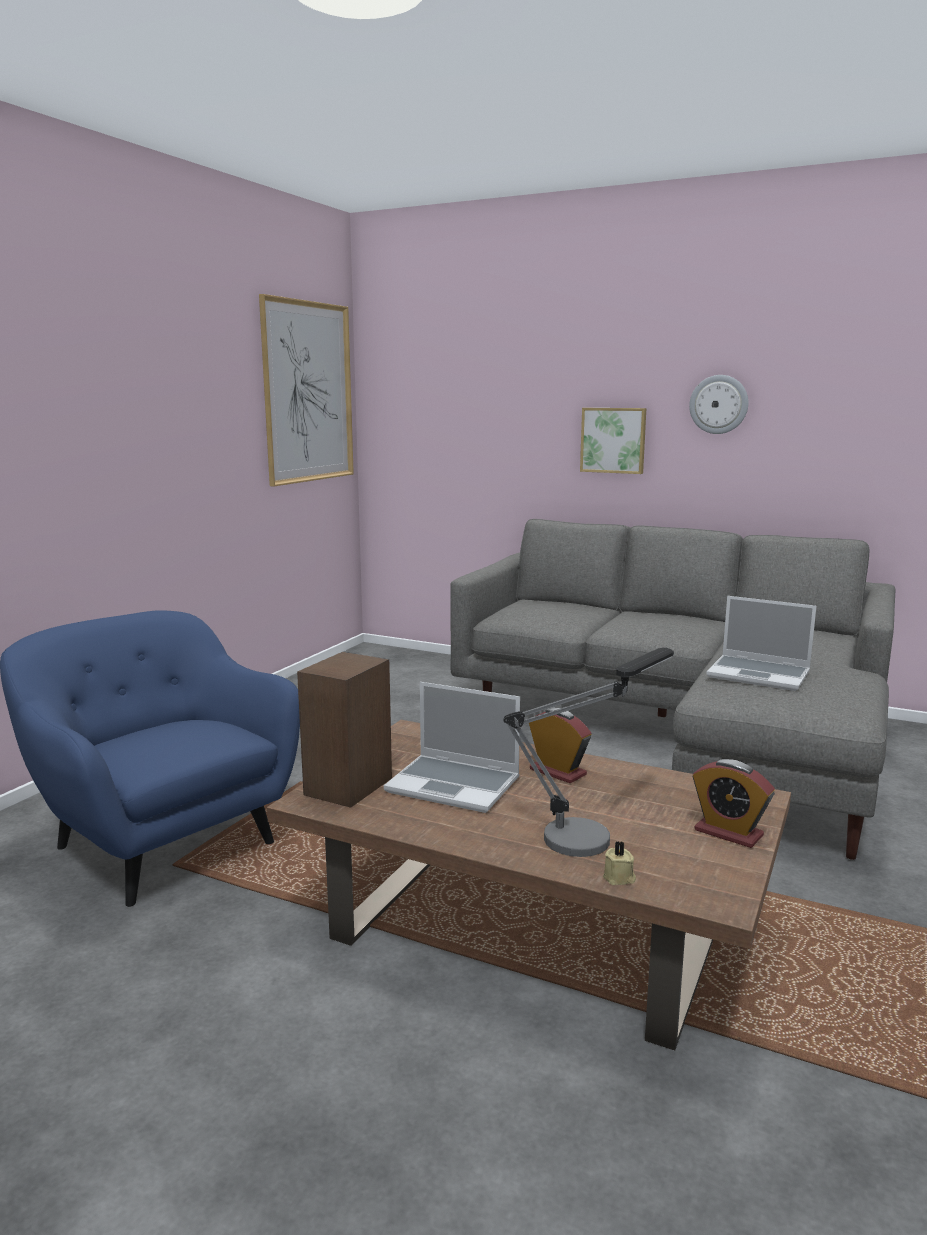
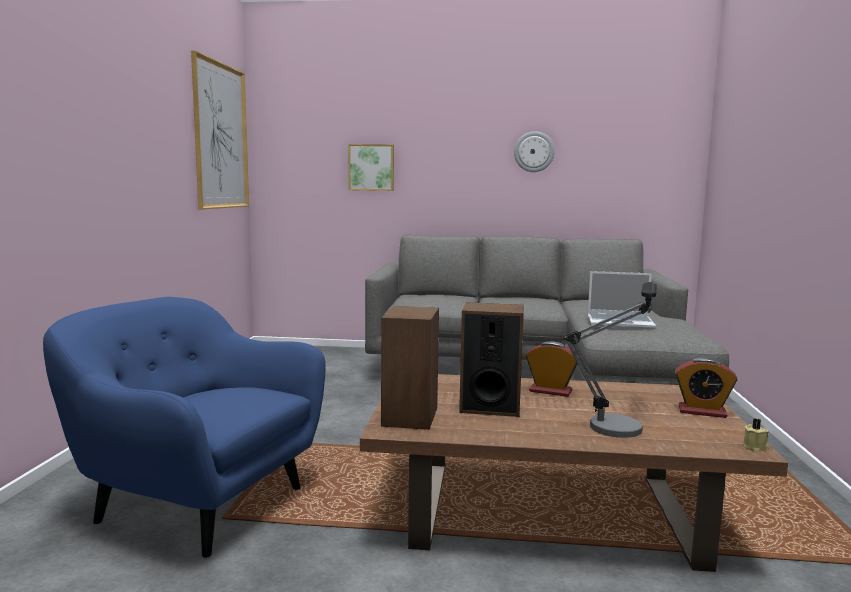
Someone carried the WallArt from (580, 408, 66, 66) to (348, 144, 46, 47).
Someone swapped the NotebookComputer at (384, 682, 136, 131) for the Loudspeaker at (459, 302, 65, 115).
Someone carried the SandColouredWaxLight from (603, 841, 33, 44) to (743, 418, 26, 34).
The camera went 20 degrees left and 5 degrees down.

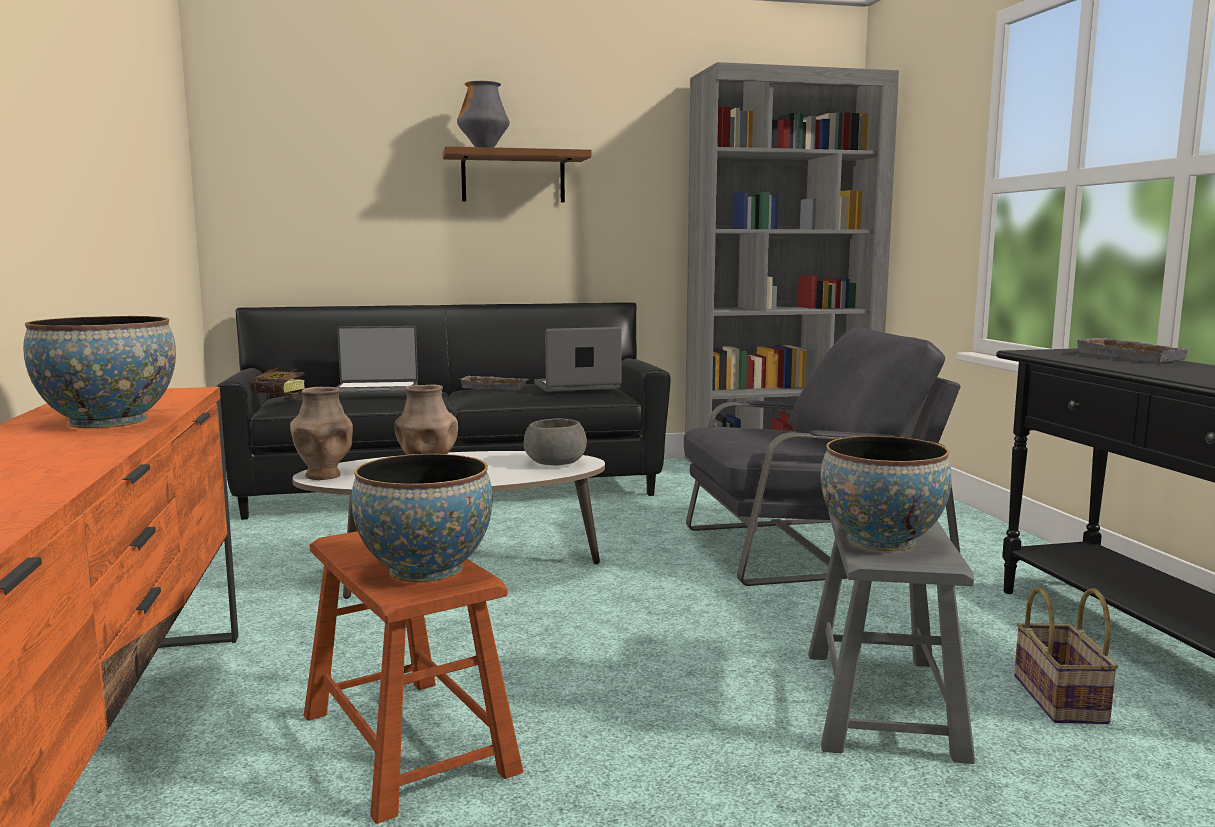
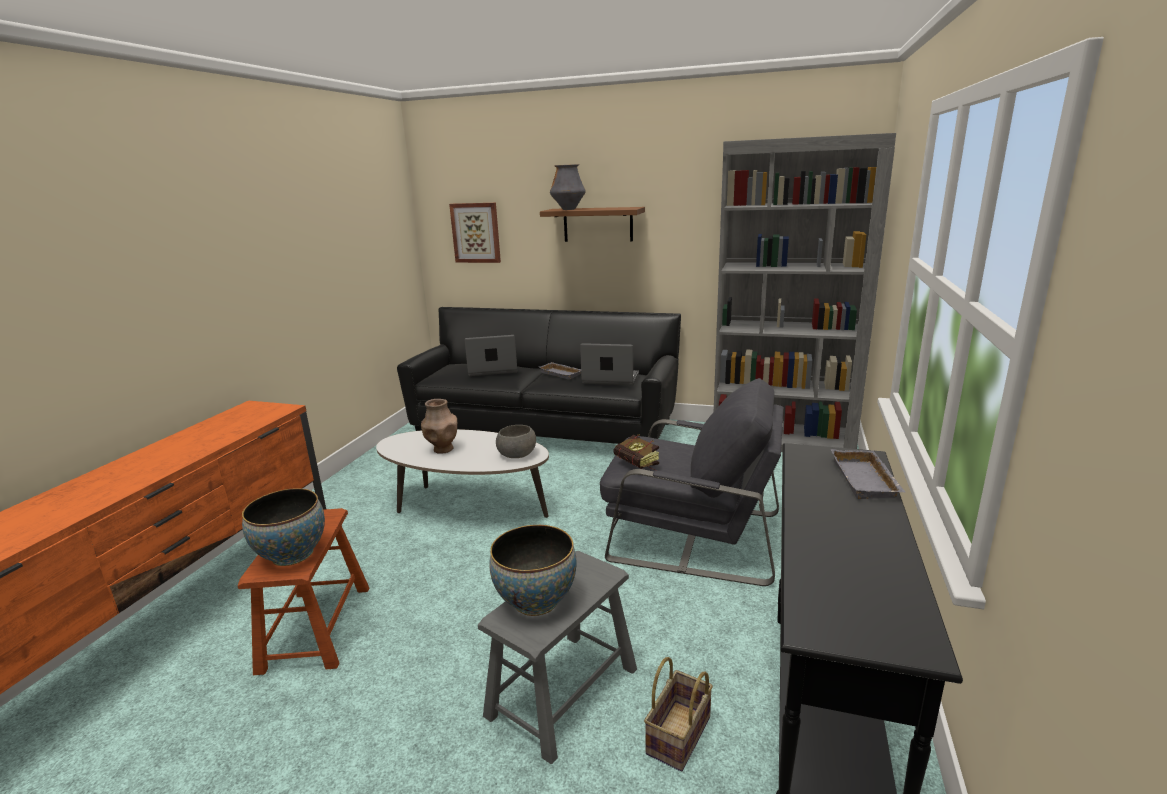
Someone put up the WallArt at (449, 203, 52, 60).
Someone rotated the NotebookComputer at (337, 326, 81, 71) by 150 degrees clockwise.
Someone carried the BoundBook from (249, 368, 56, 32) to (614, 434, 45, 36).
Someone took away the Bowl at (23, 316, 153, 112).
Someone took away the BrownFlowerVase at (290, 387, 63, 93).
The camera went 30 degrees right and 10 degrees up.

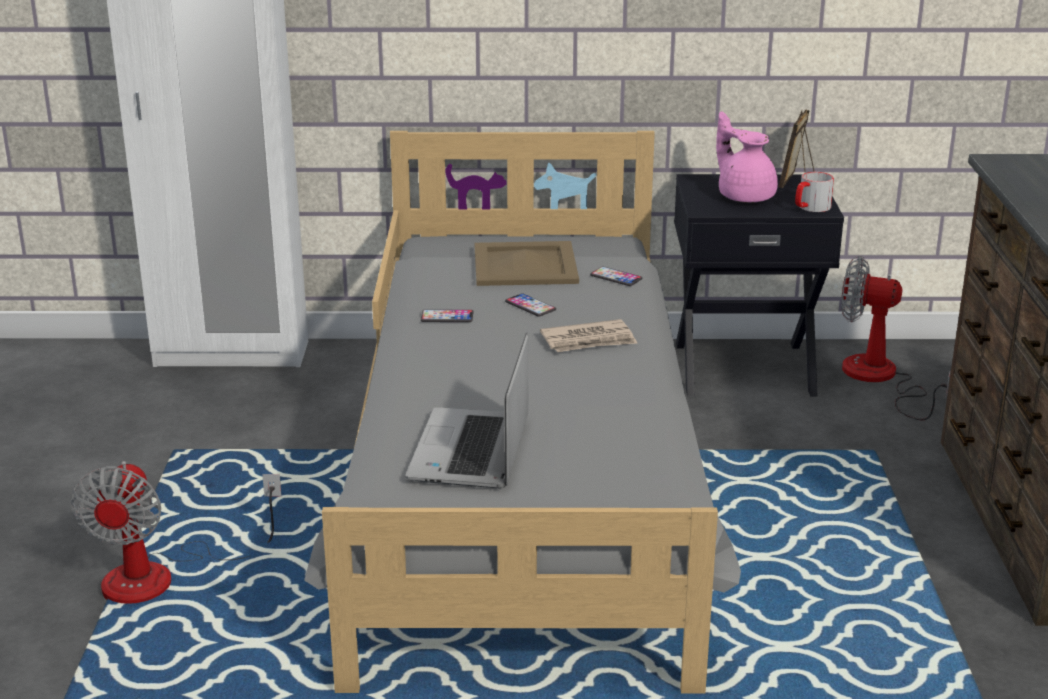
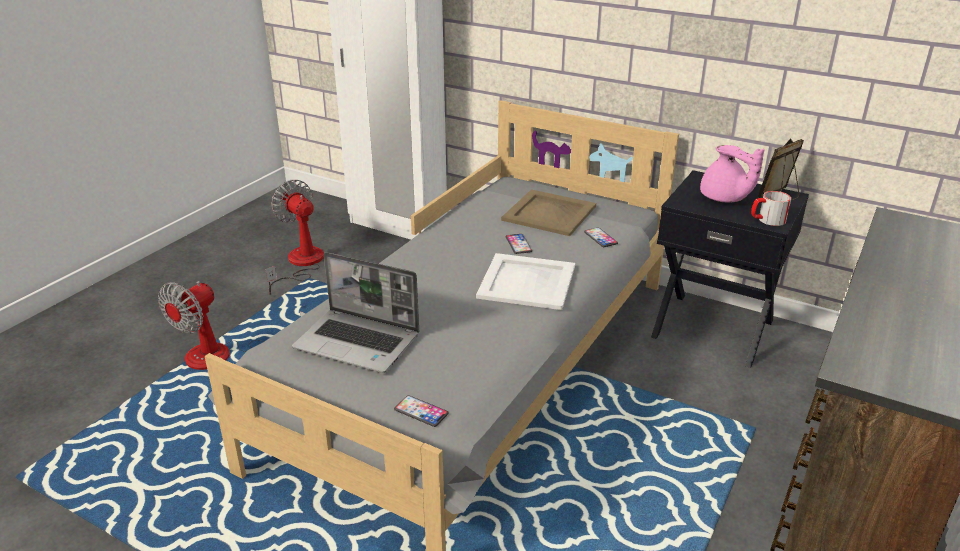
Someone carried the CoolingFan from (841, 256, 109, 164) to (265, 180, 59, 115).
Someone rotated the NotebookComputer at (406, 333, 122, 155) by 105 degrees counterclockwise.
Someone carried the Telephone from (421, 309, 52, 13) to (394, 395, 55, 32).
Someone swapped the PrintedPaper at (540, 319, 97, 33) for the WhiteCarryingTray at (476, 253, 99, 57).
Someone rotated the PinkishTeaPot at (716, 112, 62, 91) by 150 degrees clockwise.
The camera went 30 degrees right and 5 degrees up.

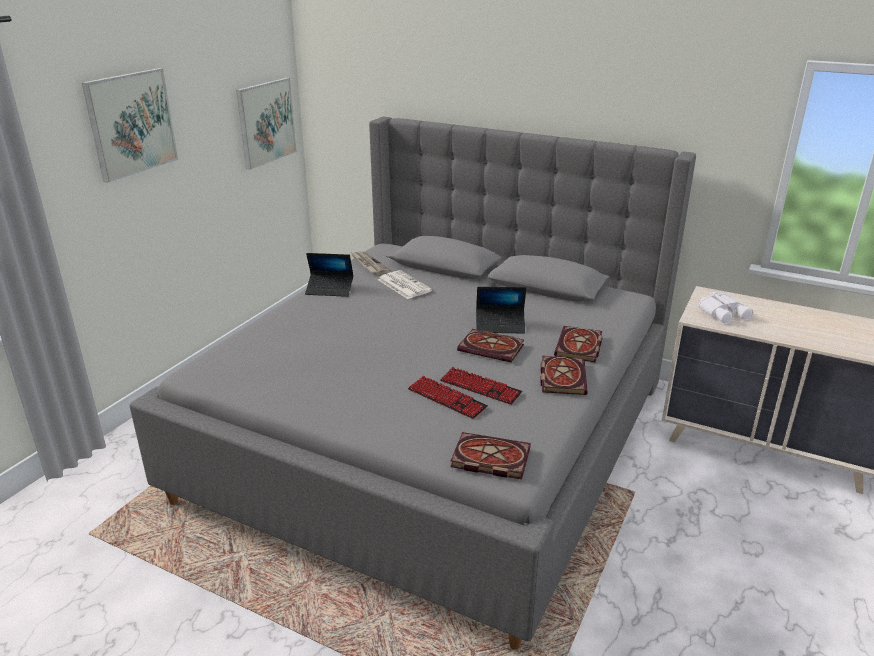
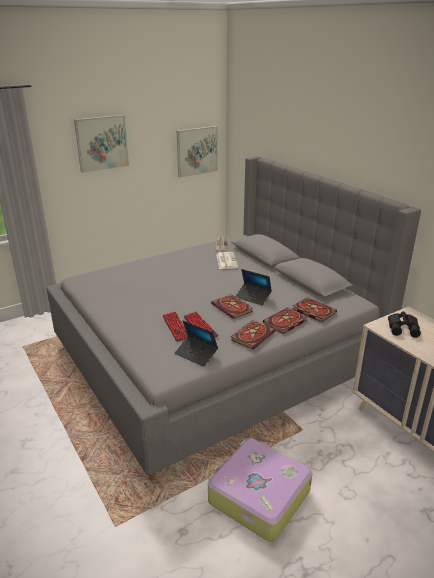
Someone carried the NotebookComputer from (305, 253, 48, 44) to (175, 321, 43, 46).
Someone put down the PieceOfLuggage at (208, 438, 104, 104).
Someone carried the BoundBook from (450, 432, 81, 47) to (292, 297, 45, 25).
Someone repainted the WhiteFieldGlasses at (698, 292, 55, 32), which became the BlackColouredFieldGlasses at (388, 311, 33, 27).
The camera went 30 degrees right and 0 degrees up.

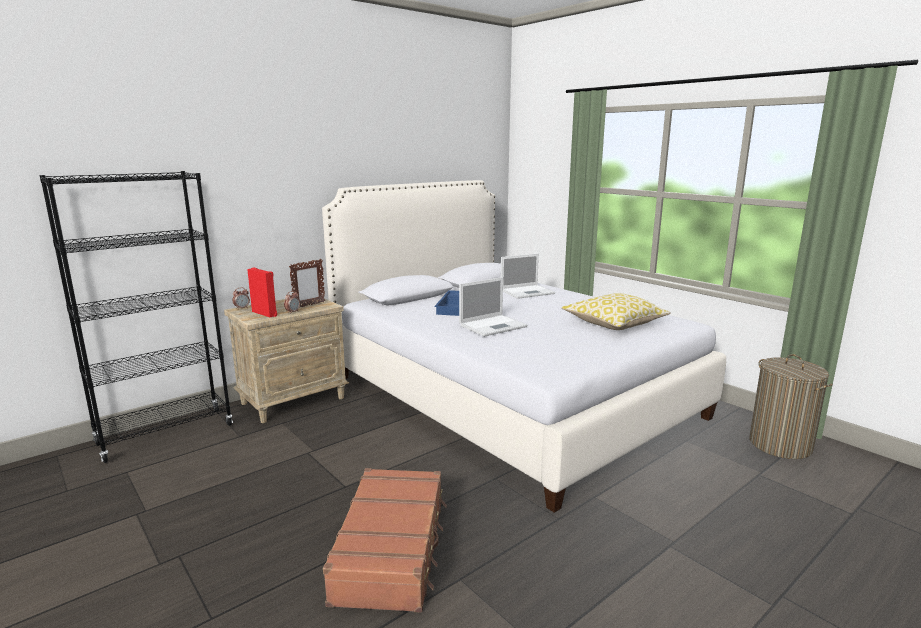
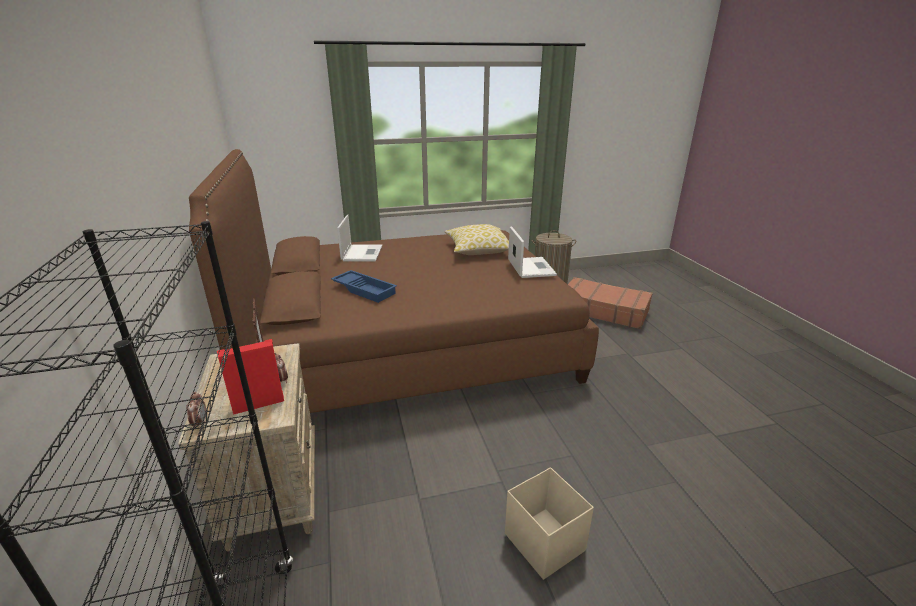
Someone repainted the WhiteBed at (322, 180, 404, 333), which became the BrownBed at (189, 149, 410, 264).
Someone put down the SandColouredStorageBox at (505, 467, 89, 113).
Someone carried the NotebookComputer from (459, 277, 68, 60) to (508, 226, 49, 52).
Someone carried the BrownPieceOfLuggage from (323, 468, 124, 144) to (568, 277, 85, 52).
The camera went 65 degrees left and 10 degrees up.

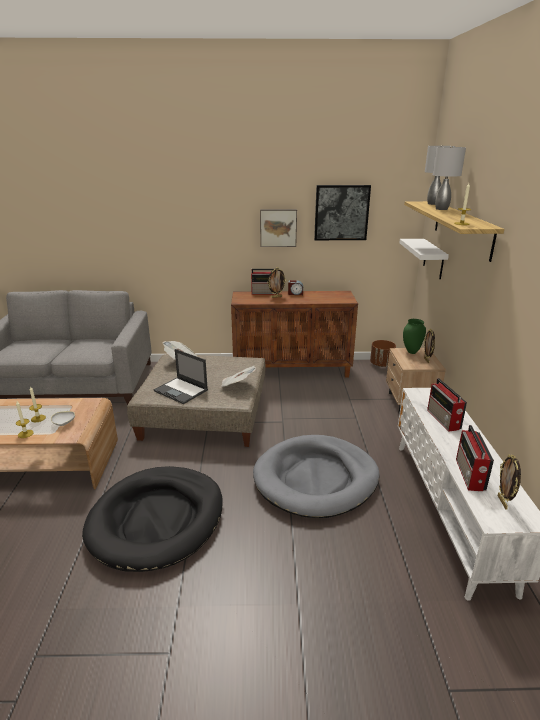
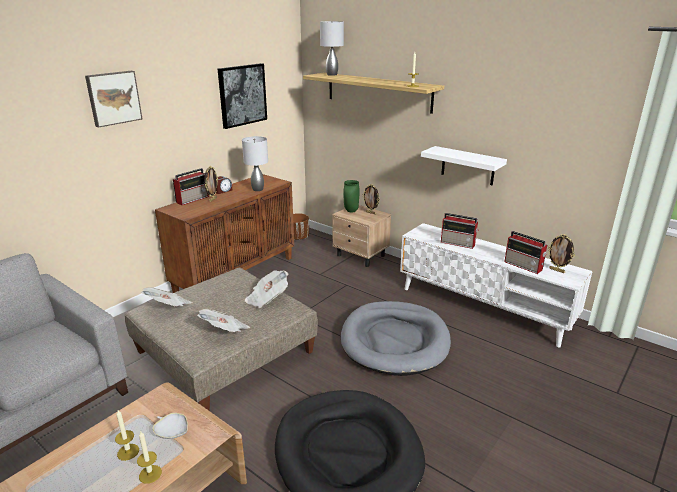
Someone carried the WallArt from (260, 209, 37, 38) to (85, 71, 57, 57).
Someone swapped the NotebookComputer at (154, 349, 54, 55) for the PrintedPaper at (197, 309, 53, 23).
Someone carried the GrayTabletopLamp from (433, 146, 33, 64) to (242, 136, 26, 55).
Someone carried the WhiteBracketShelf from (399, 239, 50, 40) to (421, 146, 86, 39).
The camera went 50 degrees left and 0 degrees up.

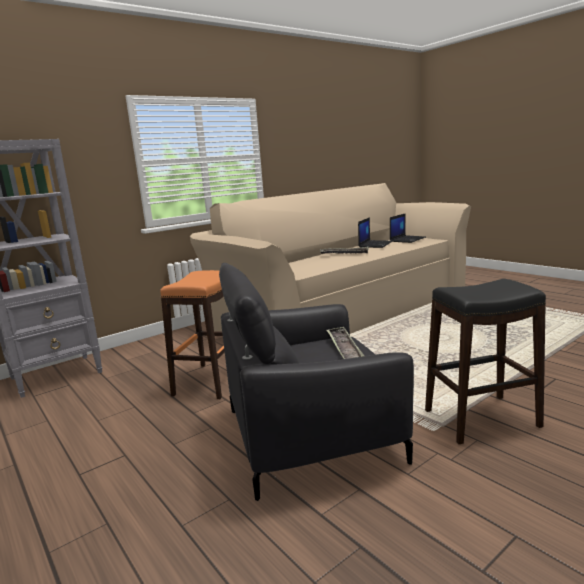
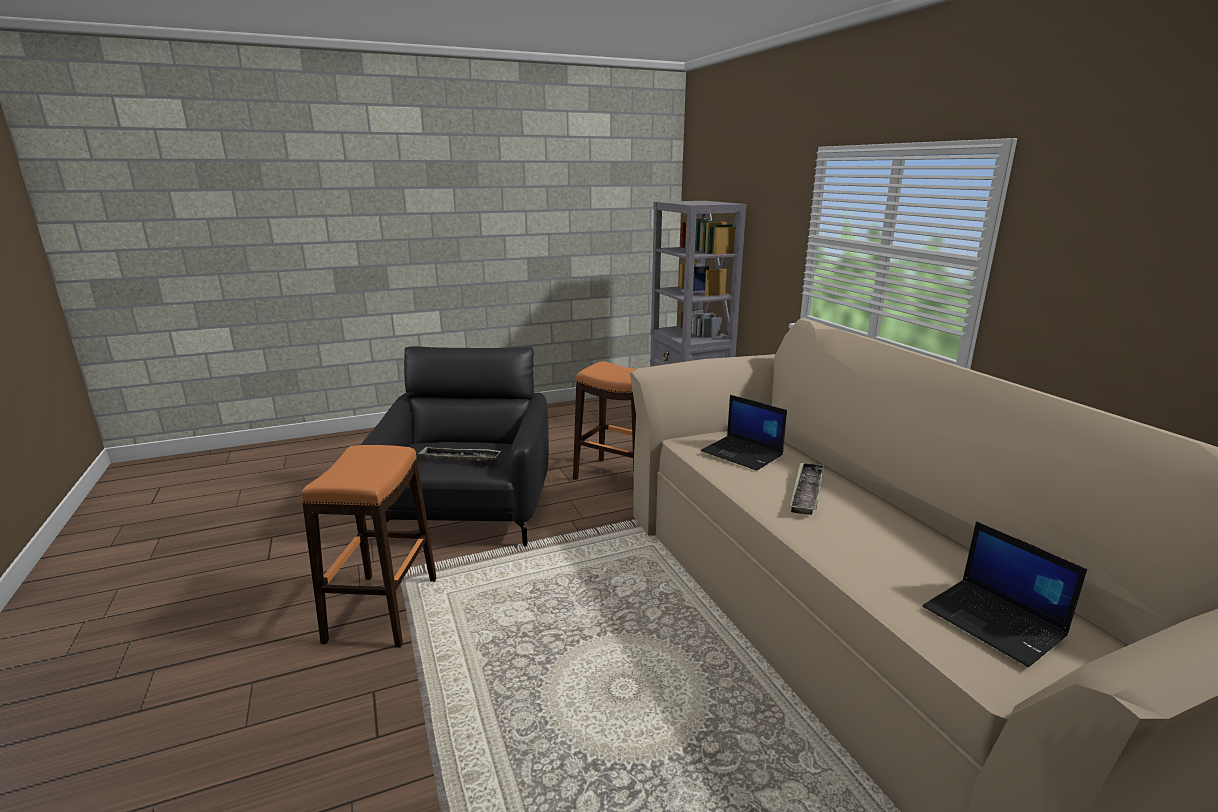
Someone repainted the BlackColouredSittingStool at (425, 279, 121, 165), which became the OrangeySittingStool at (301, 445, 136, 203).
Someone carried the NotebookComputer from (358, 217, 35, 31) to (701, 395, 86, 76).
The camera went 105 degrees right and 5 degrees up.

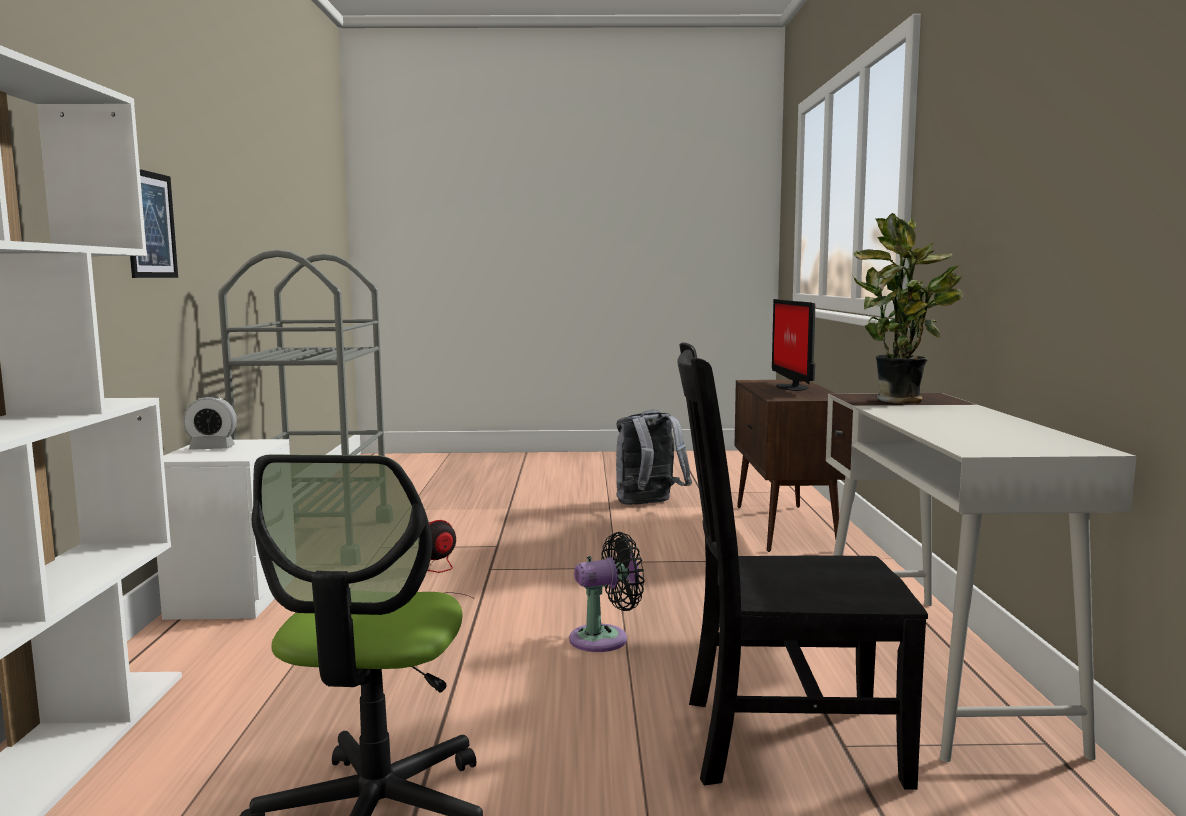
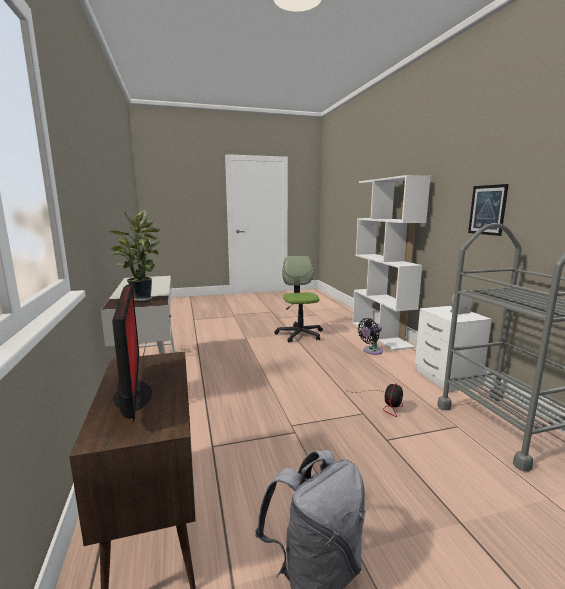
Someone carried the BlackColouredCoolingFan from (569, 532, 75, 120) to (358, 318, 25, 37).
Someone took away the BlackColouredChair at (677, 342, 251, 448).
The camera went 165 degrees right and 5 degrees up.

